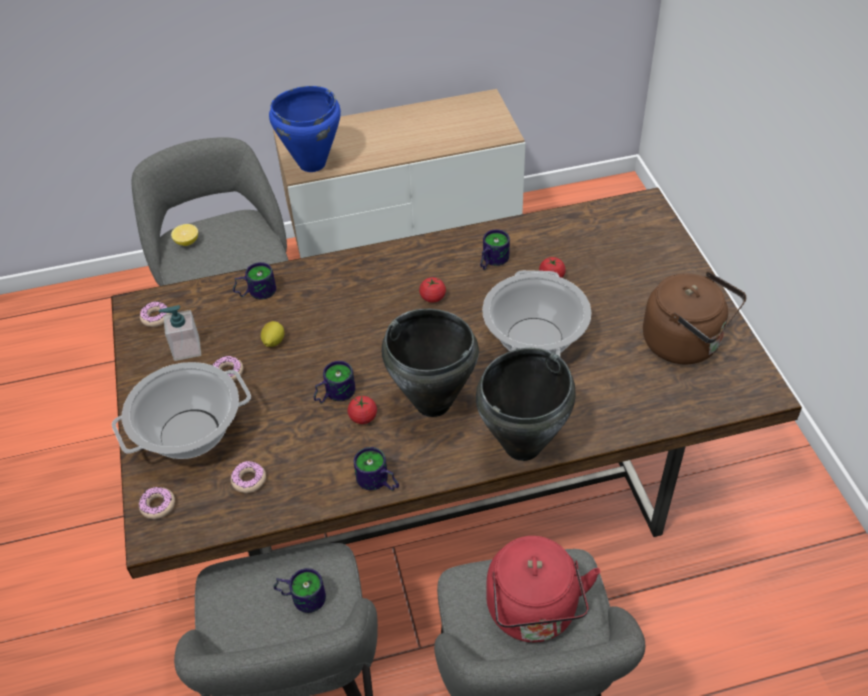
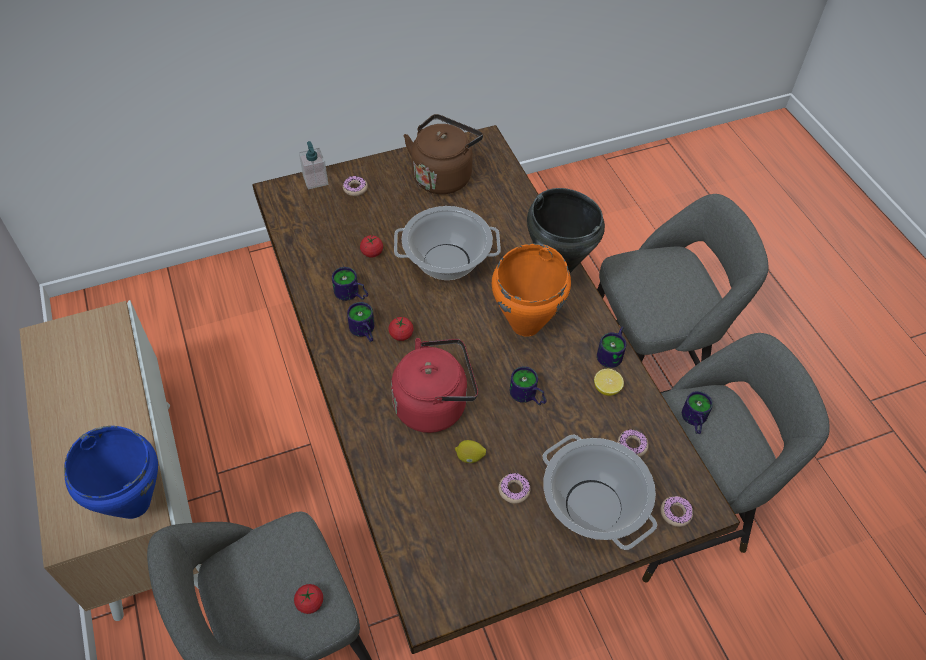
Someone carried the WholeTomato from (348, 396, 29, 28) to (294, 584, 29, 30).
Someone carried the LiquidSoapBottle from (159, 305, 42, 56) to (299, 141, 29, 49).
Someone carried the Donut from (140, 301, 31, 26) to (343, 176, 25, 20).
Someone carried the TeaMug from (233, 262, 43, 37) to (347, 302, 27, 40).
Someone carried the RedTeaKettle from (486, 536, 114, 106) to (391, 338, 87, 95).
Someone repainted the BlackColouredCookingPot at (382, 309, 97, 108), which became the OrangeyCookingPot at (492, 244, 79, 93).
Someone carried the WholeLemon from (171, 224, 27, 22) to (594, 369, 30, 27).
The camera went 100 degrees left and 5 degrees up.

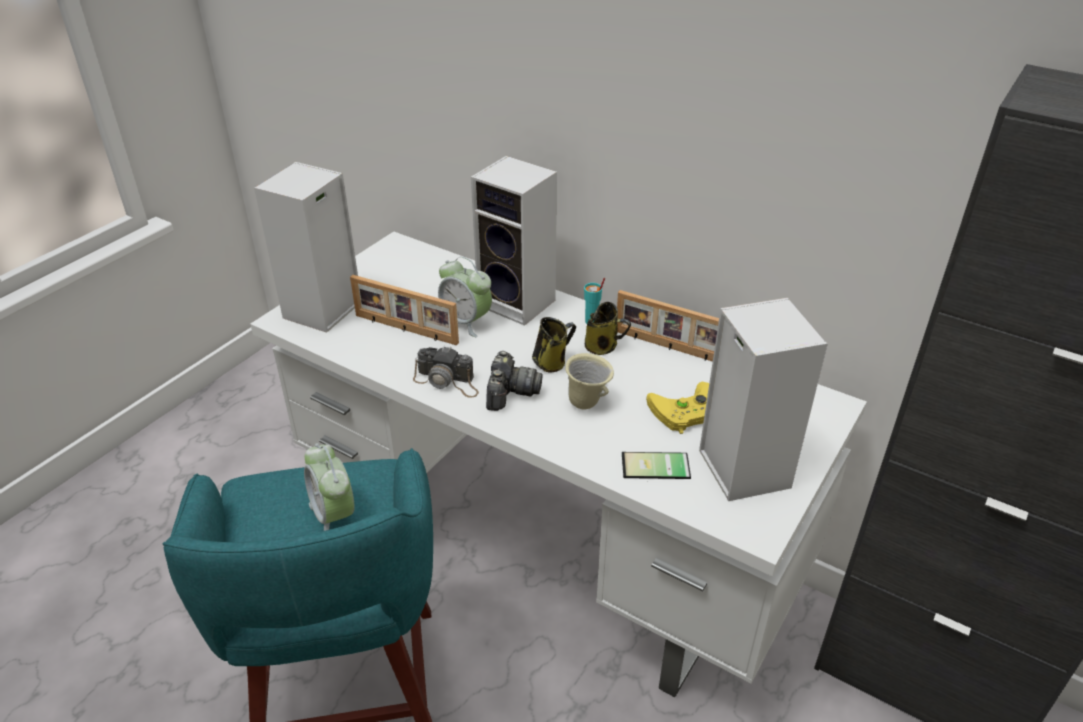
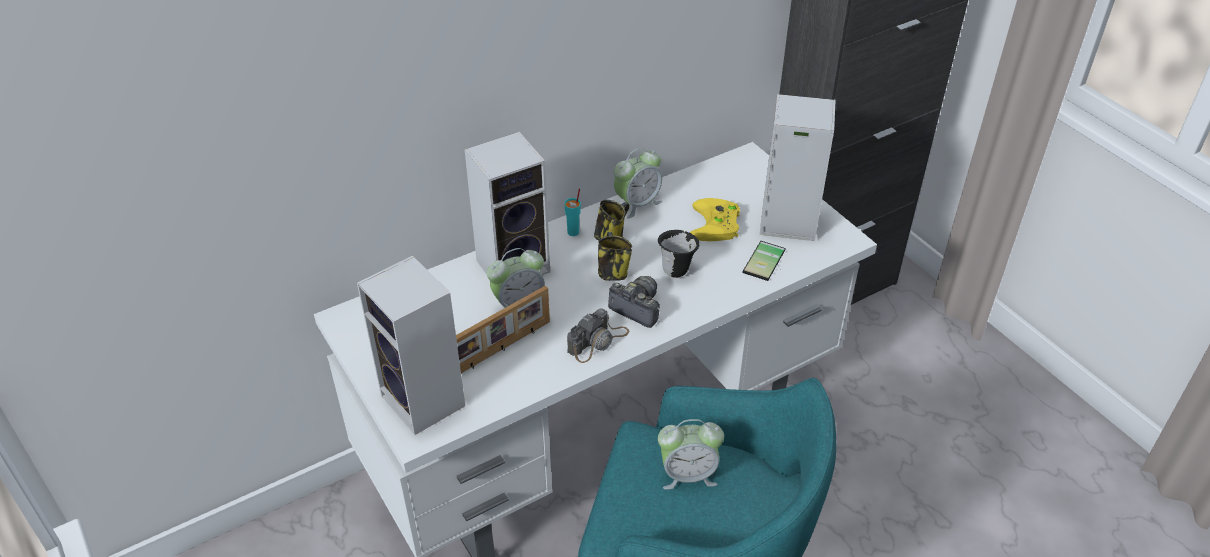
Someone swapped the PictureFrame at (617, 290, 102, 71) for the TableClock at (614, 148, 48, 71).
Someone repainted the SandColouredTeaMug at (565, 353, 49, 57), which became the BlackColouredTeaMug at (658, 230, 42, 48).
The camera went 65 degrees left and 5 degrees up.

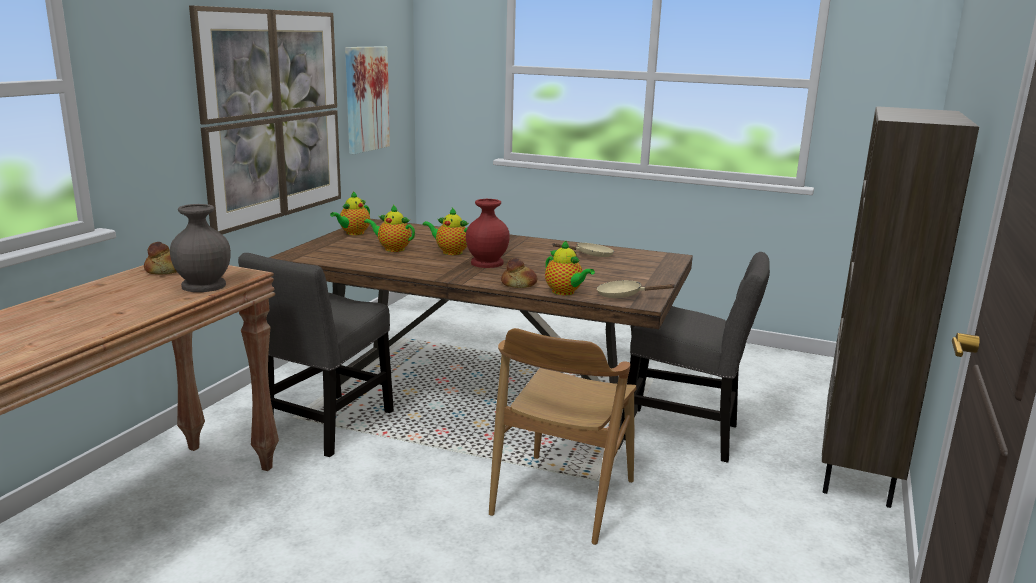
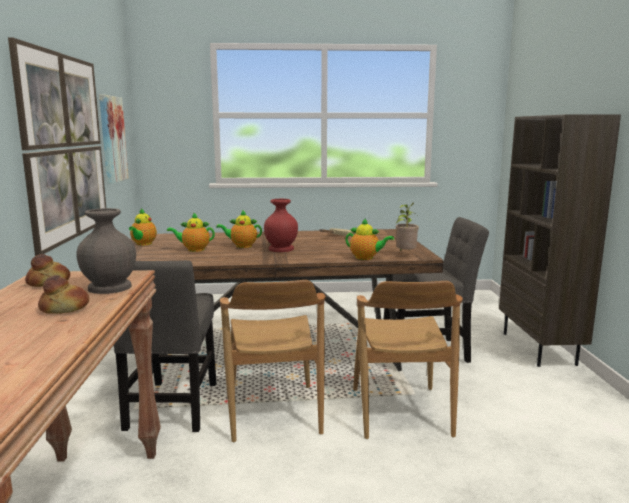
Someone carried the BakeryBread from (501, 258, 36, 30) to (38, 275, 51, 39).
Someone put down the BrownChair at (220, 280, 106, 162).
Someone swapped the SandColouredSkillet at (597, 280, 79, 18) for the Houseplant at (395, 202, 24, 49).
The camera went 25 degrees left and 5 degrees down.

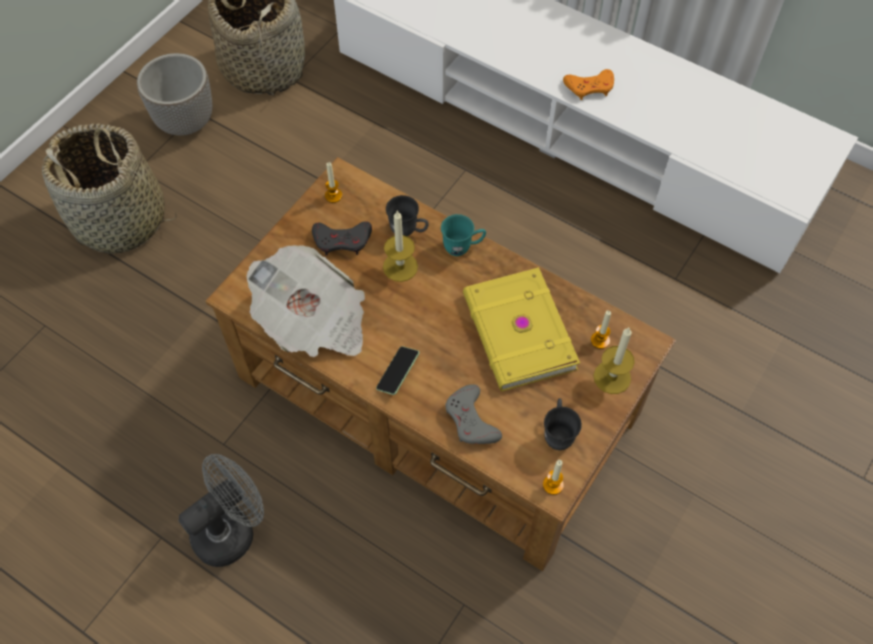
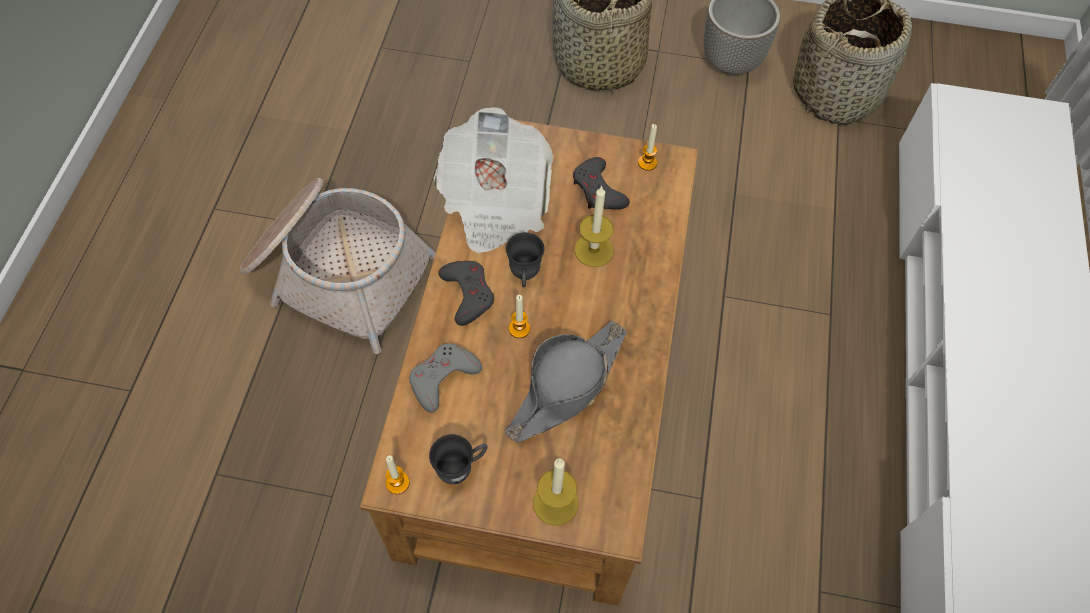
Someone swapped the GrayCoolingFan at (179, 454, 85, 113) for the Basket at (240, 178, 196, 176).
Someone swapped the Telephone at (376, 346, 44, 49) for the GrayJoypad at (438, 261, 56, 65).
Someone swapped the YellowBoundBook at (463, 267, 117, 124) for the GrayHat at (505, 321, 122, 122).
Someone carried the GrayTeaMug from (386, 195, 43, 41) to (506, 232, 39, 55).
Someone carried the WaxLight from (591, 310, 20, 39) to (509, 295, 21, 43).
Someone took away the BlueGreenTeaMug at (441, 214, 45, 42).
Someone took away the OrangeyJoypad at (563, 69, 51, 31).
The camera went 65 degrees right and 0 degrees up.

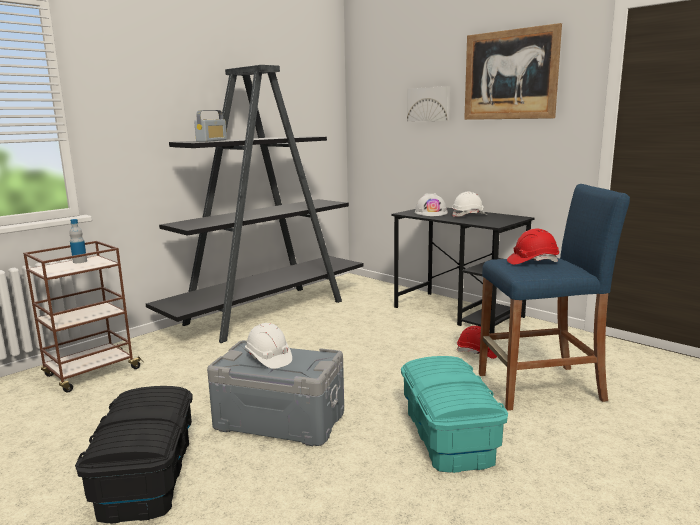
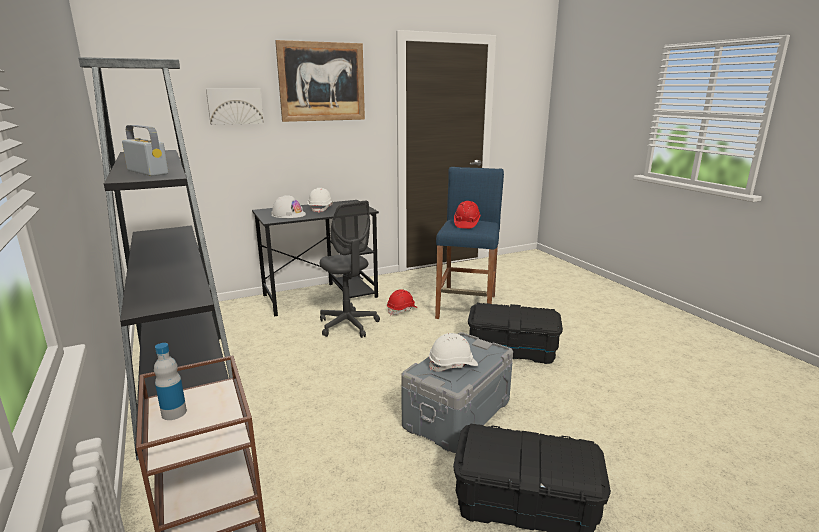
Someone put down the GrayOfficeChair at (320, 201, 60, 137).
Someone repainted the BlueGreenStorageBox at (401, 356, 107, 117), which became the BlackColouredStorageBox at (468, 303, 95, 61).
The camera went 70 degrees left and 5 degrees up.

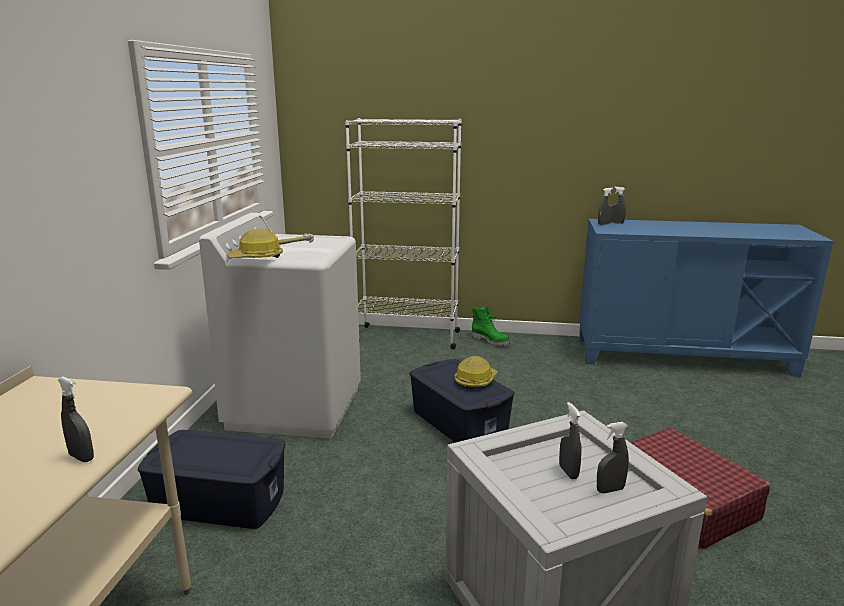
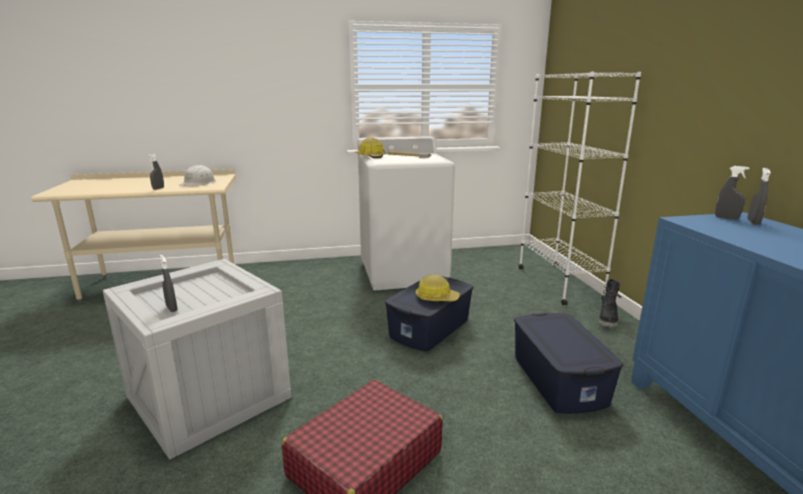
Someone put down the WhiteHardHat at (179, 165, 37, 21).
Someone carried the BlueColouredStorageBox from (138, 430, 147, 99) to (514, 313, 109, 100).
Someone repainted the GreenishBoot at (472, 307, 38, 39), which became the BlackColouredBoot at (599, 279, 22, 48).
Someone took away the GraySprayBottle at (559, 402, 22, 77).
The camera went 70 degrees right and 0 degrees up.

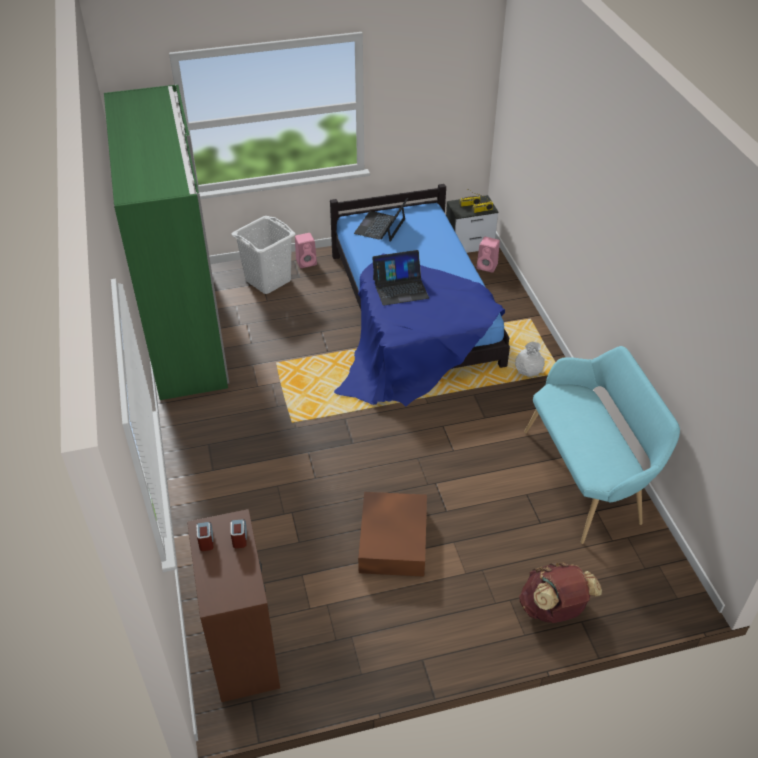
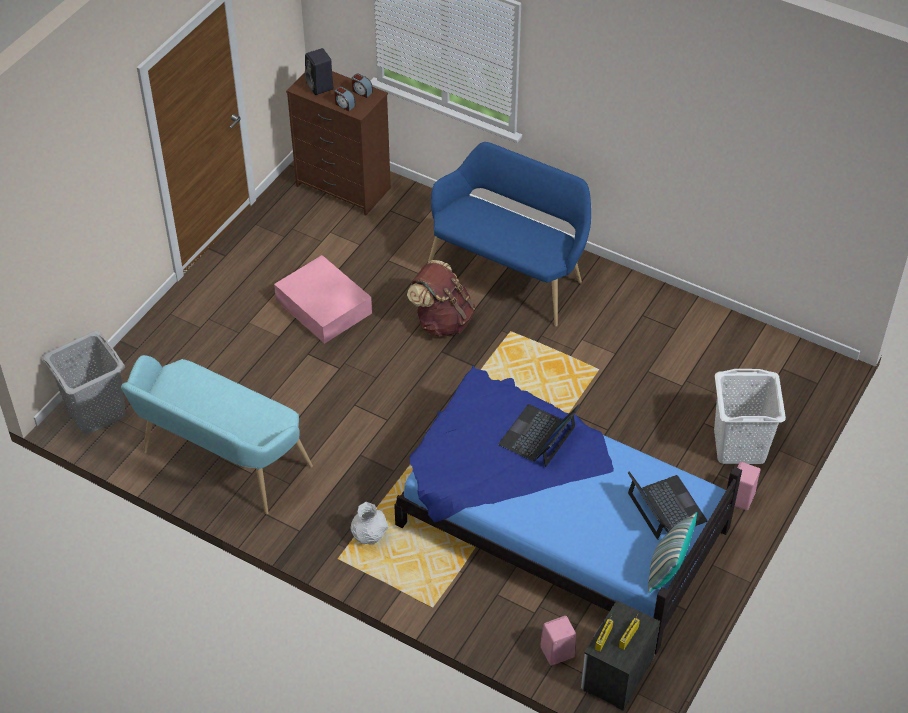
Someone put down the GrayLaundryBasket at (42, 331, 83, 103).
Someone repainted the BrownStorageBox at (358, 492, 69, 85), which became the PinkishStorageBox at (274, 255, 98, 89).
Someone put down the BlackColouredLoudspeaker at (305, 48, 29, 47).
Someone carried the BrownBackpack from (519, 562, 83, 61) to (407, 260, 68, 77).
Someone put down the BlueColouredBench at (428, 142, 163, 184).
Someone put down the ThrowPillow at (648, 512, 49, 81).
Someone took away the GreenishWardrobe at (104, 84, 125, 316).
The camera went 135 degrees right and 5 degrees up.

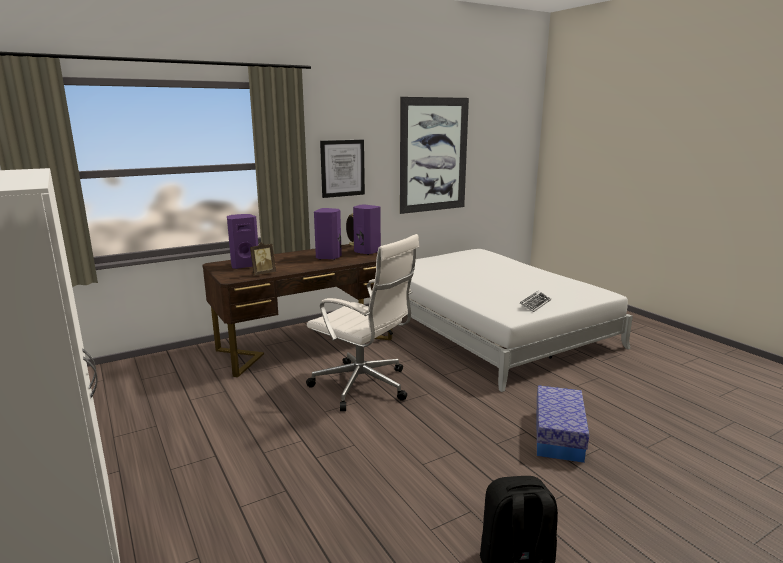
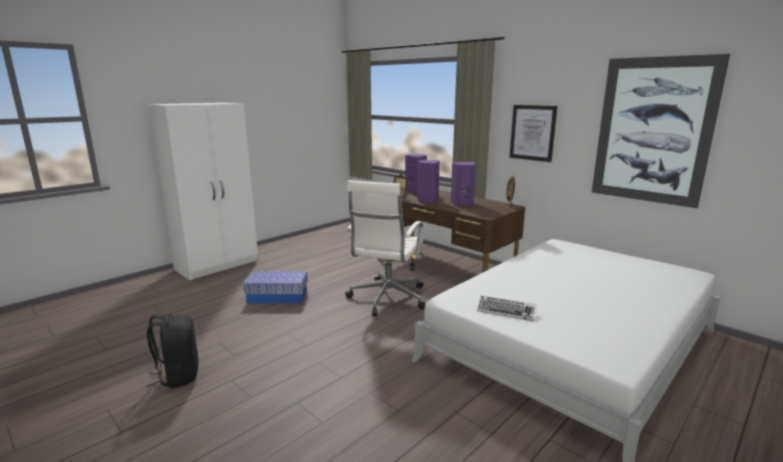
Someone carried the StorageBox from (536, 385, 53, 78) to (243, 271, 65, 33).
Someone carried the PurplishLoudspeaker from (353, 205, 28, 50) to (417, 160, 23, 44).
The camera went 75 degrees right and 0 degrees up.

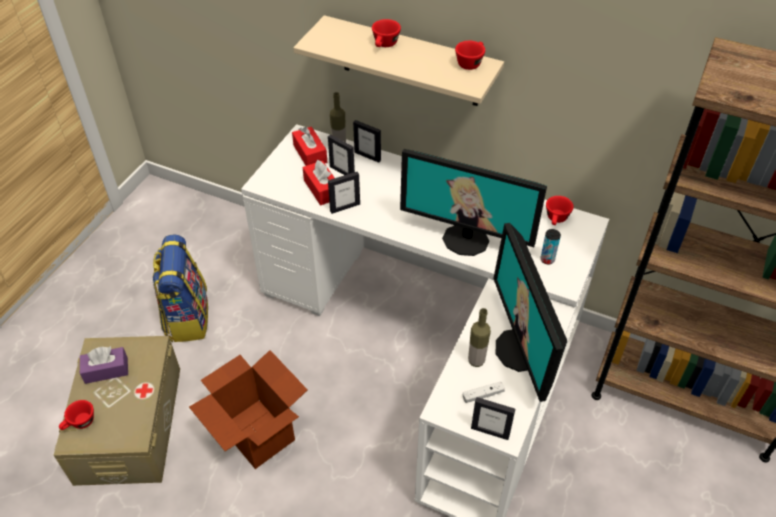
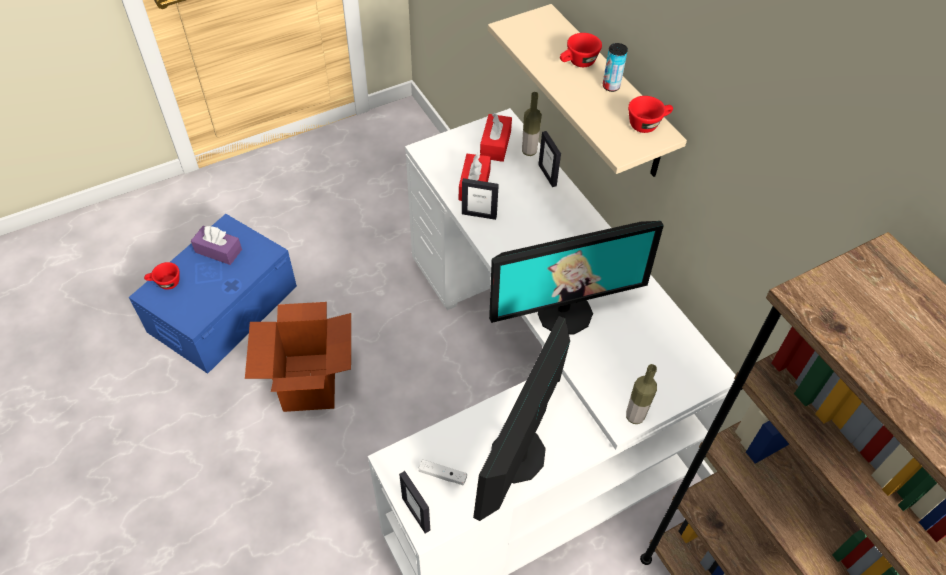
Someone repainted the SandColouredStorageBox at (54, 336, 126, 150), which became the BlueColouredStorageBox at (129, 214, 168, 160).
Someone rotated the Monitor at (400, 149, 147, 107) by 75 degrees counterclockwise.
Someone carried the SealedCan from (541, 229, 20, 35) to (603, 43, 25, 49).
Someone carried the BeverageBottle from (468, 308, 23, 59) to (626, 364, 31, 60).
Someone took away the Backpack at (152, 234, 56, 108).
Someone took away the PictureFrame at (328, 134, 27, 41).
Someone took away the RedSmallCup at (546, 196, 28, 29).
The camera went 35 degrees right and 5 degrees up.

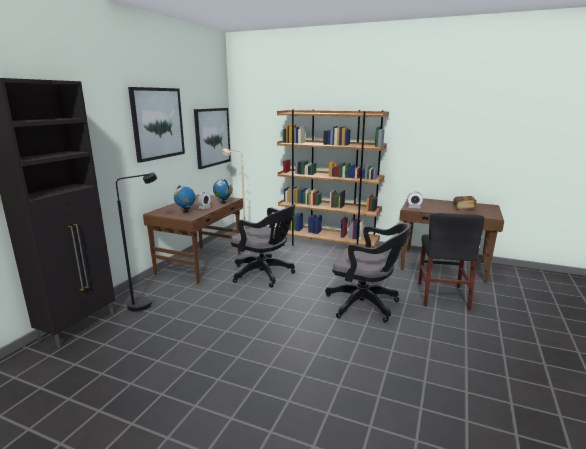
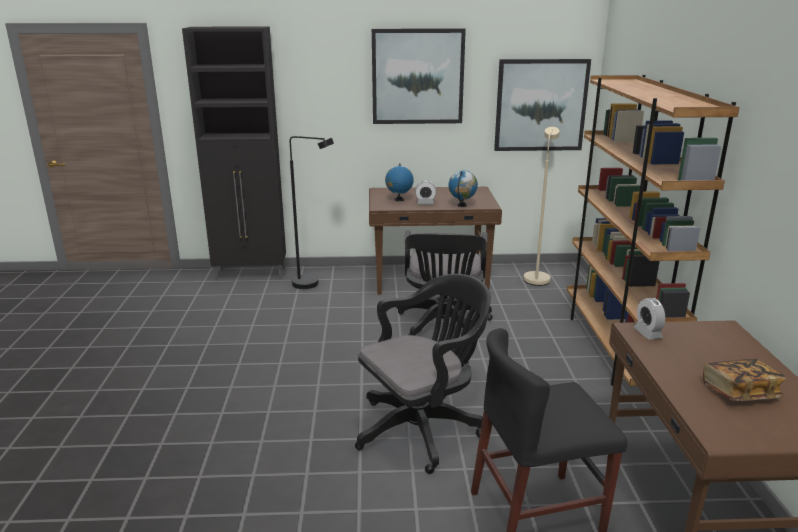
Someone rotated the BlackColouredOfficeChair at (325, 223, 86, 100) by 120 degrees counterclockwise.
The camera went 65 degrees right and 5 degrees up.

